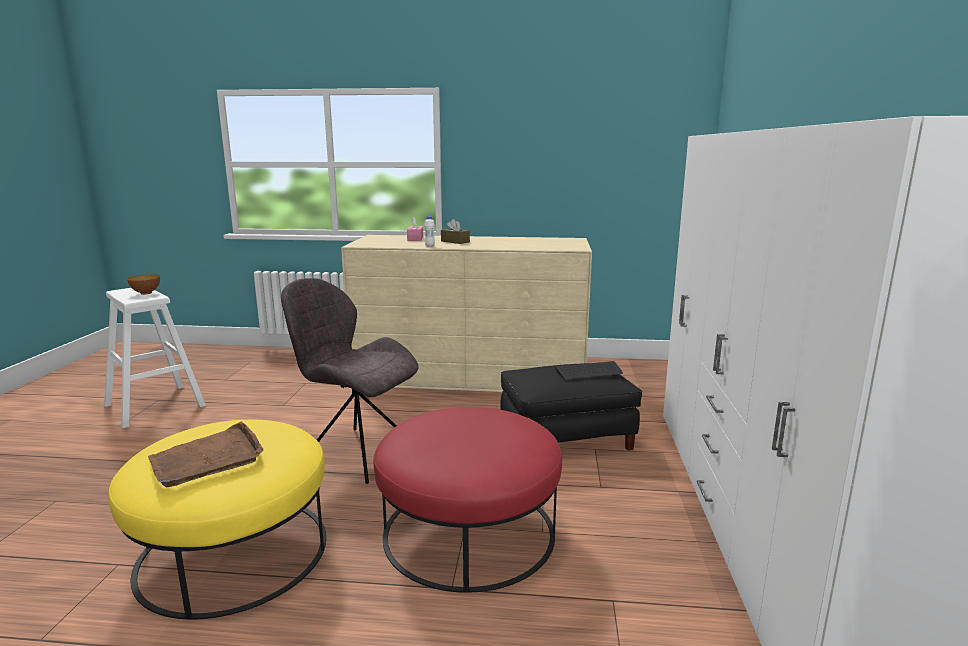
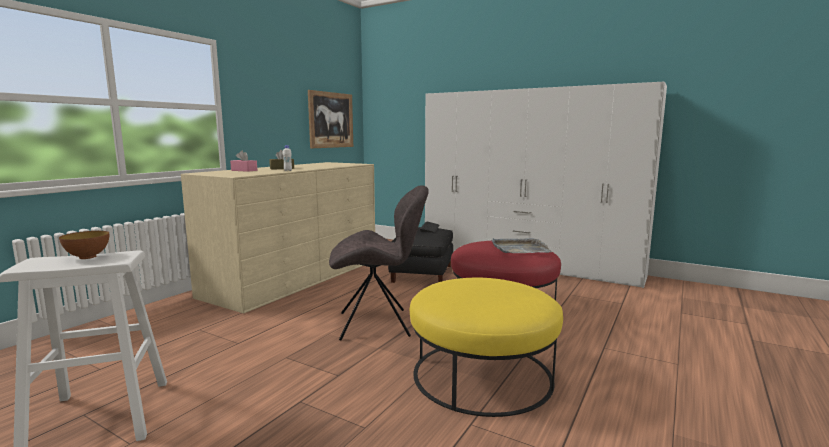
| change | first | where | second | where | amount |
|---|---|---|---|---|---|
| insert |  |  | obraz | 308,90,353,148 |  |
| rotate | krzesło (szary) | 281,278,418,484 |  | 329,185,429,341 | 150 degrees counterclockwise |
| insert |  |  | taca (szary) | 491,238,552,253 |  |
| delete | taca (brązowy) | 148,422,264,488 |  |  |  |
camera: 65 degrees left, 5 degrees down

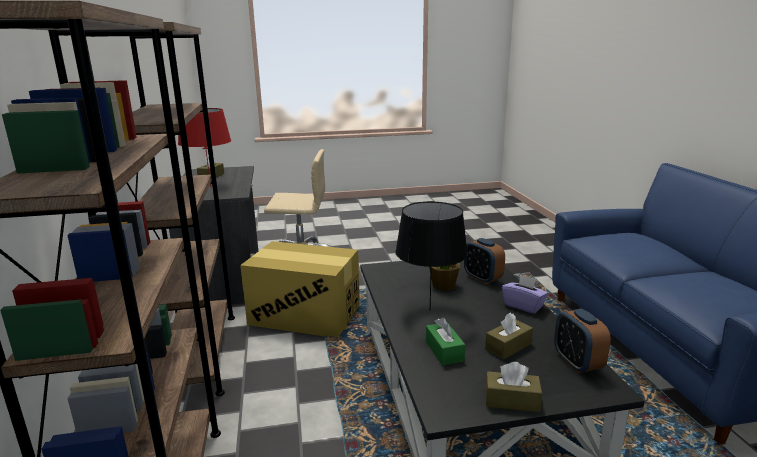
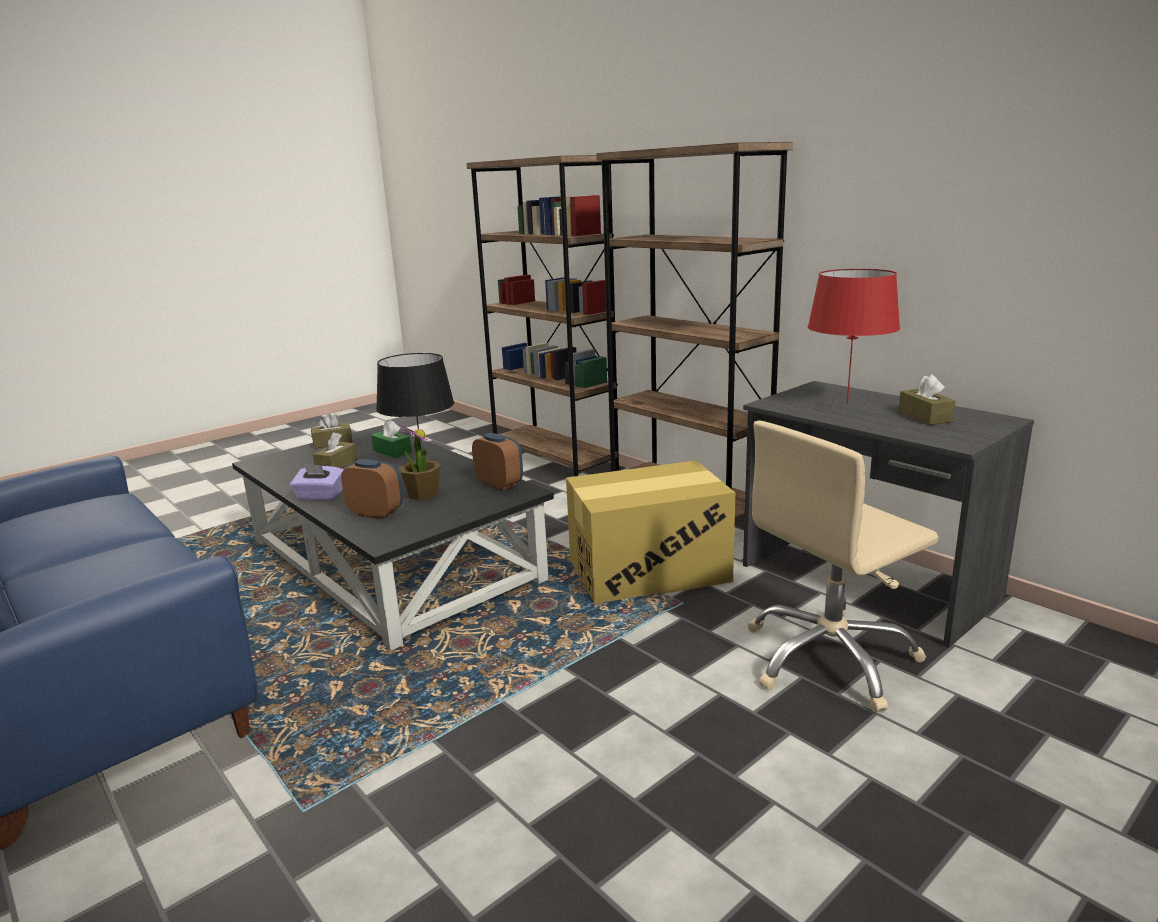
| change | first | where | second | where | amount |
|---|---|---|---|---|---|
| move | budzik | 554,309,611,373 |  | 472,433,523,490 |  |
camera: 150 degrees right, 0 degrees up

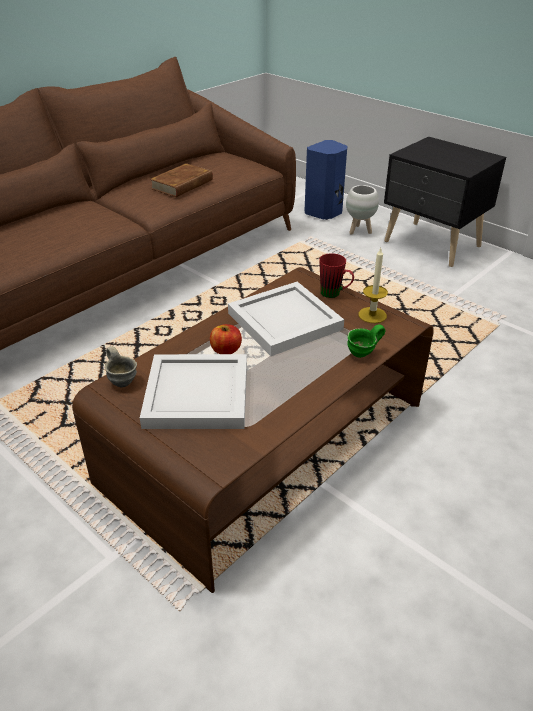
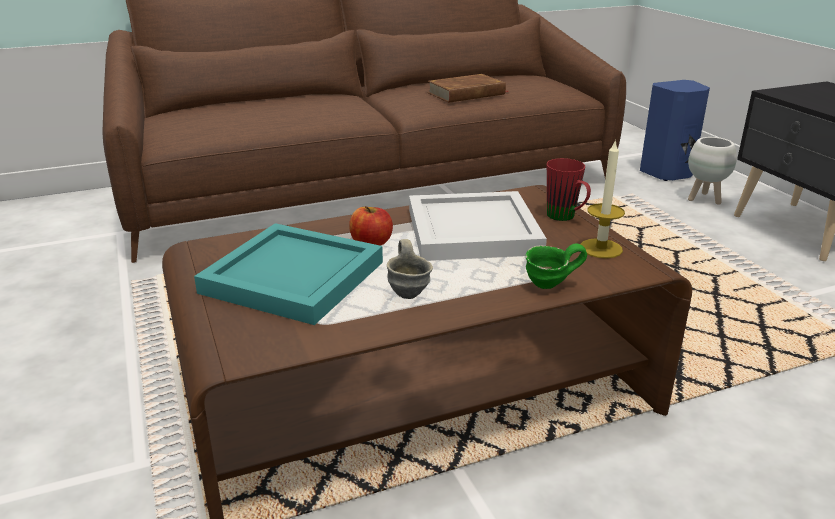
| change | first | where | second | where | amount |
|---|---|---|---|---|---|
| recolor | taca (biały) | 140,354,247,429 | taca (turkusowy) | 194,223,383,325 |  |
| move | kubek (szary) | 105,346,137,387 |  | 387,239,433,299 |  |
camera: 25 degrees right, 10 degrees down

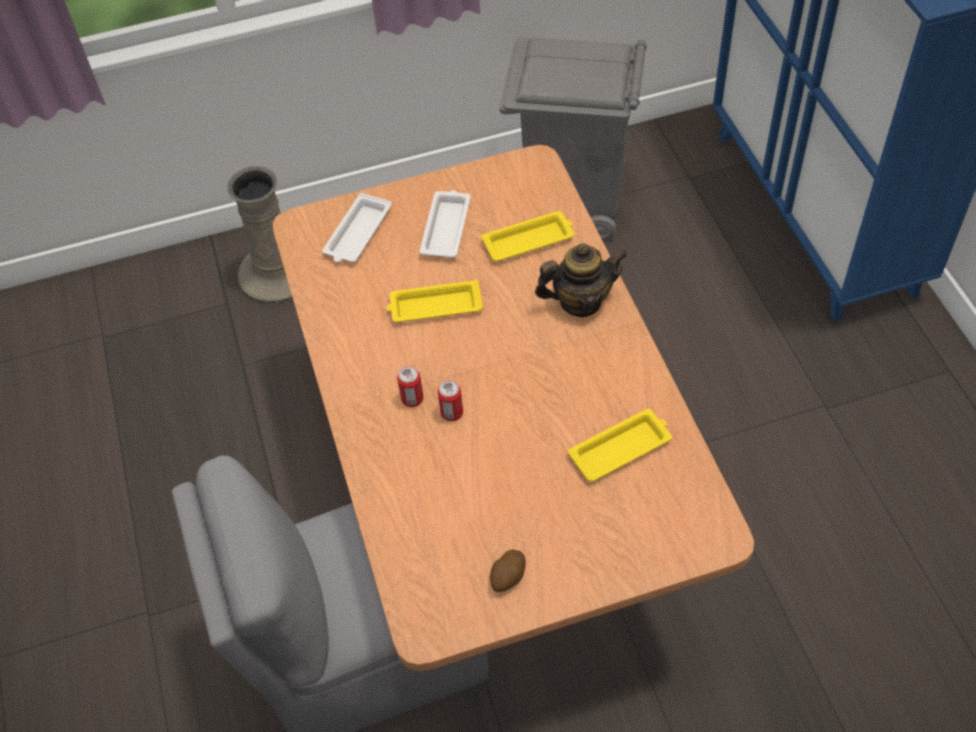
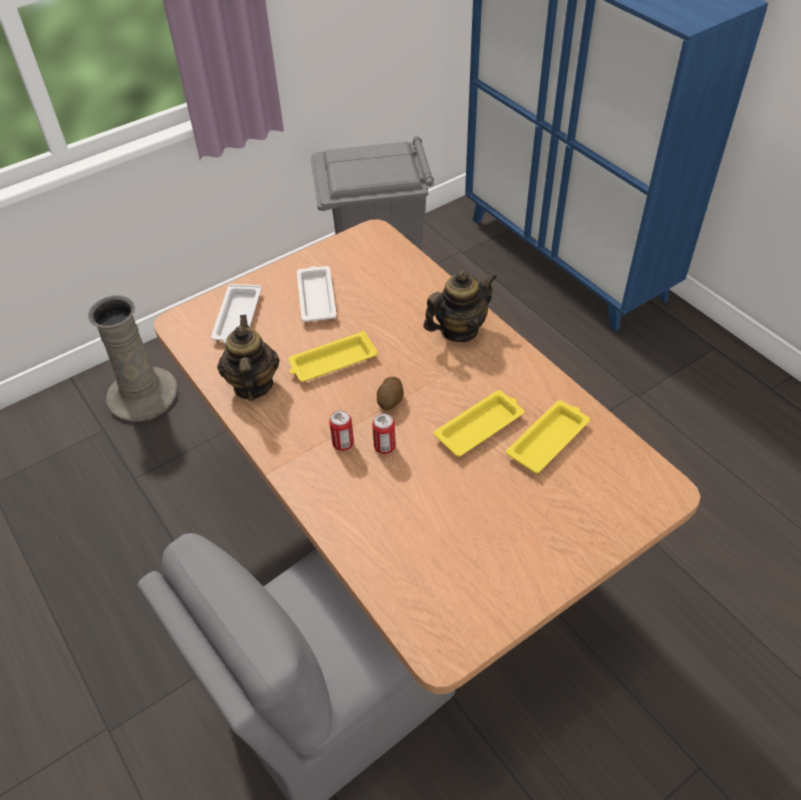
| change | first | where | second | where | amount |
|---|---|---|---|---|---|
| insert |  |  | imbryk | 217,315,280,401 |  |
| move | ziemniak | 490,550,526,592 |  | 377,377,404,410 |  |
| move | taca (żółty) | 481,211,574,261 |  | 434,390,524,457 |  |
camera: 20 degrees left, 5 degrees down

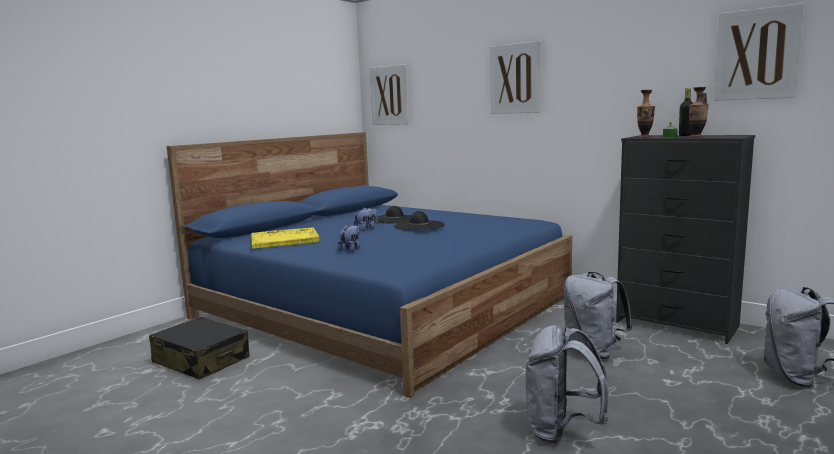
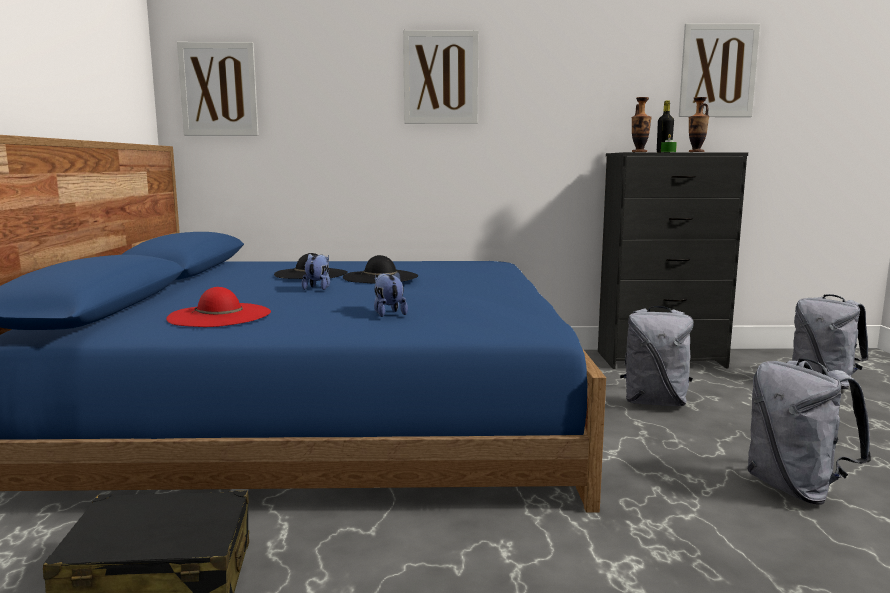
| change | first | where | second | where | amount |
|---|---|---|---|---|---|
| replace | taca (żółty) | 251,227,320,249 | kapelusz (czerwony) | 166,287,271,327 |  |
camera: 40 degrees left, 0 degrees up

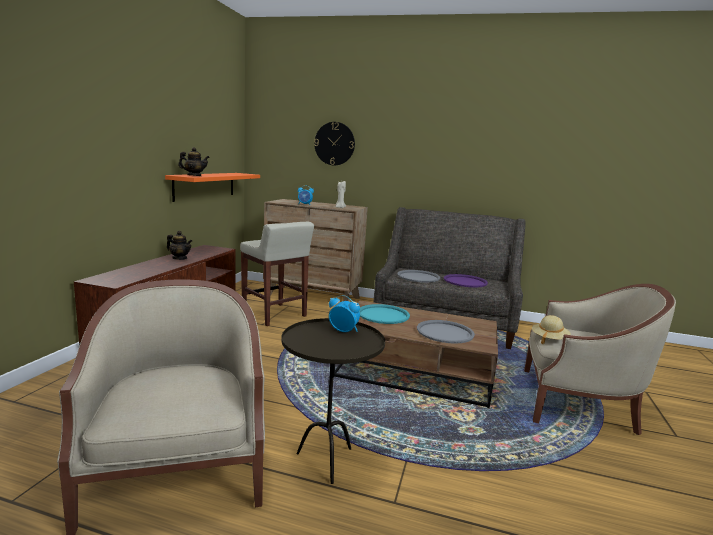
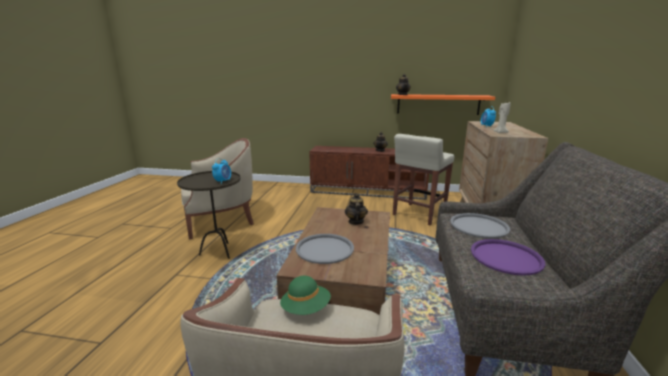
| change | first | where | second | where | amount |
|---|---|---|---|---|---|
| recolor | kapelusz (beżowy) | 532,315,571,344 | kapelusz (zielony) | 280,276,331,315 |  |
| replace | taca (turkusowy) | 359,304,410,324 | imbryk | 345,193,368,225 |  |
| delete | zegar ścienny | 314,122,355,166 |  |  |  |
camera: 85 degrees right, 5 degrees up

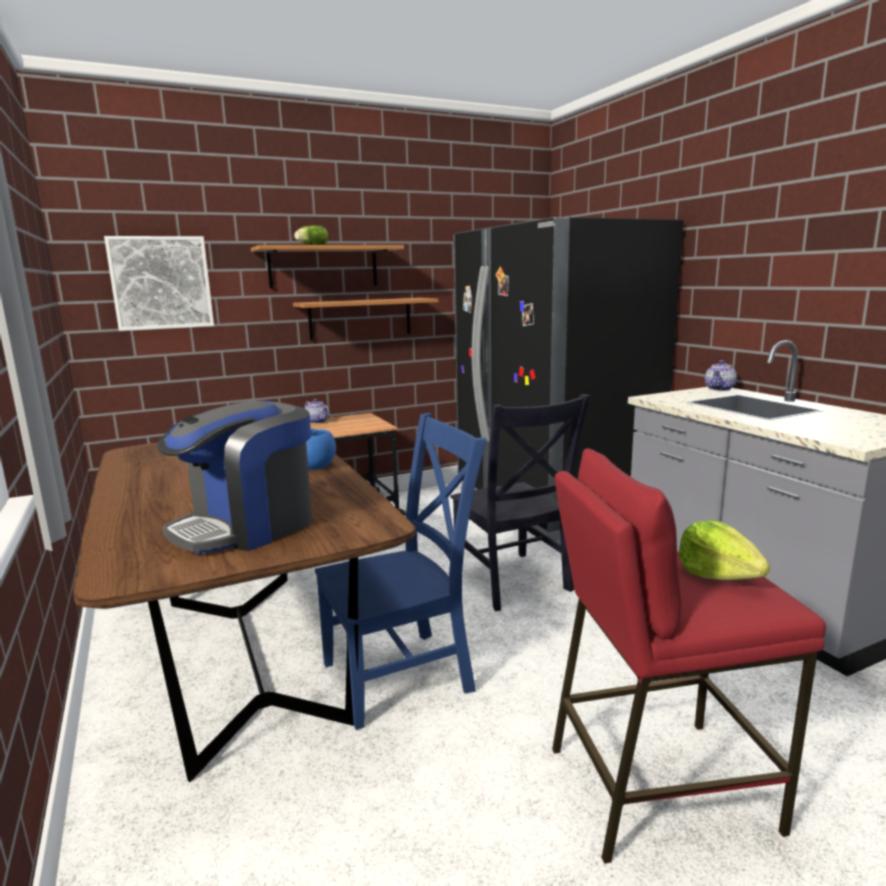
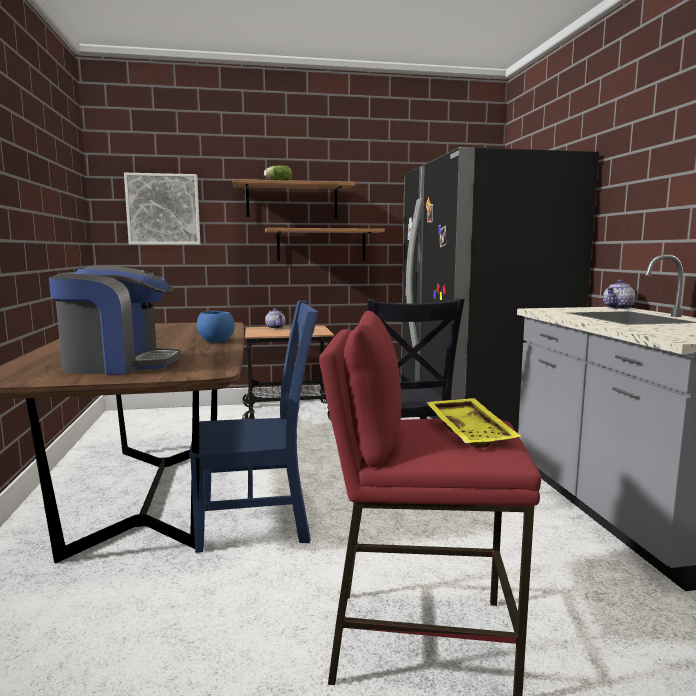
| change | first | where | second | where | amount |
|---|---|---|---|---|---|
| rotate | ekspres do kawy | 157,401,312,554 |  | 49,266,181,375 | 150 degrees counterclockwise |
| replace | sałata | 678,520,770,580 | taca (żółty) | 426,398,522,448 |  |
camera: 15 degrees right, 5 degrees down

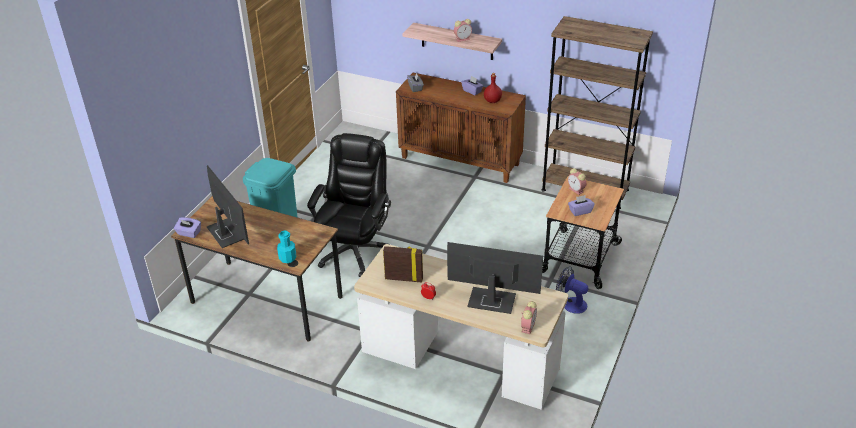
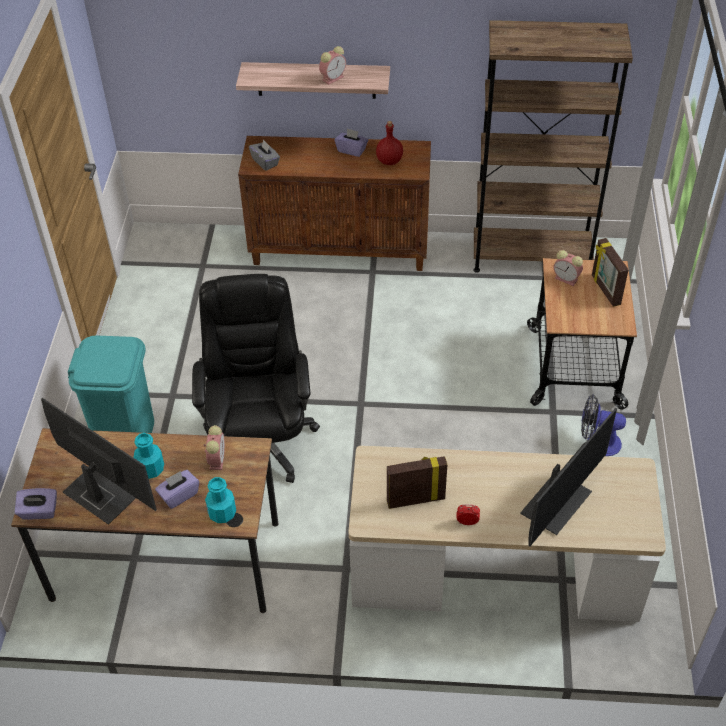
| change | first | where | second | where | amount |
|---|---|---|---|---|---|
| insert |  |  | butelka (turkusowy) | 133,433,164,479 |  |
| move | pudełko chusteczek (fioletowy) | 568,195,595,216 |  | 155,470,199,509 |  |
| move | budzik | 521,301,537,334 |  | 203,425,225,470 |  |
| rotate | monitor | 447,242,543,314 |  | 520,408,617,547 | 135 degrees clockwise |
| insert |  |  | ramka na zdjęcie | 592,238,629,307 |  |
camera: 20 degrees left, 10 degrees up

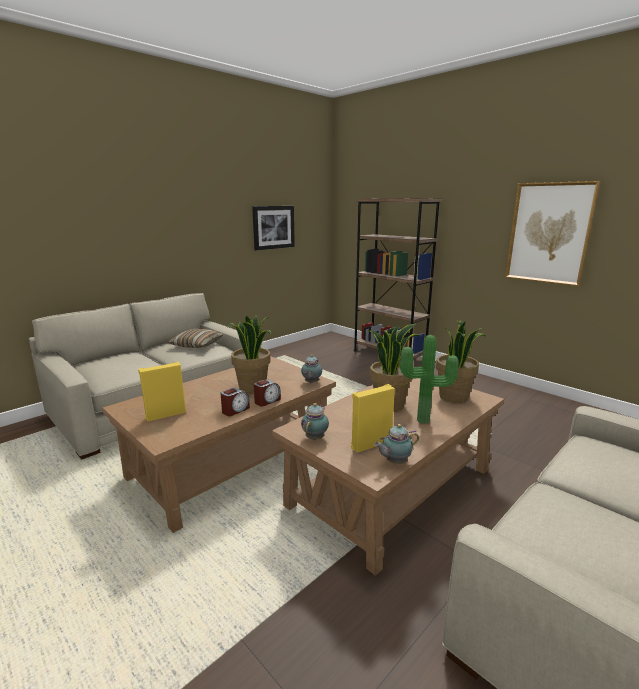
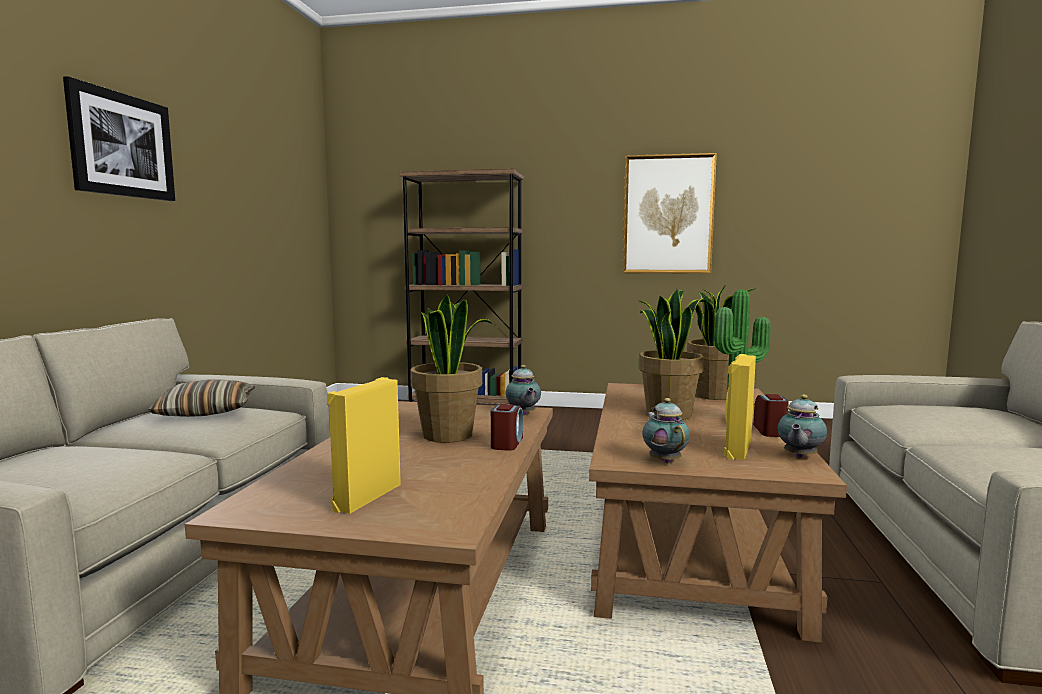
| change | first | where | second | where | amount |
|---|---|---|---|---|---|
| move | obraz | 252,206,295,250 |  | 63,76,175,201 |  |
| move | budzik | 221,388,250,416 |  | 753,394,789,437 |  |
camera: 35 degrees left, 10 degrees down

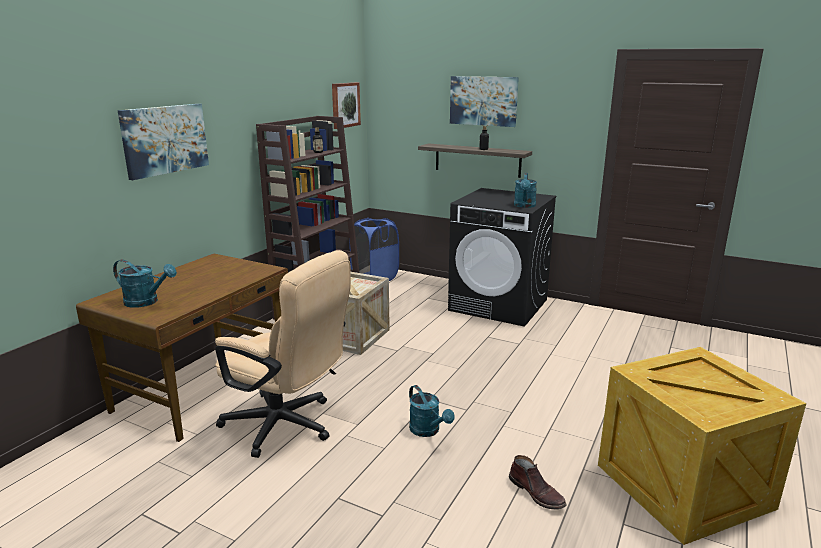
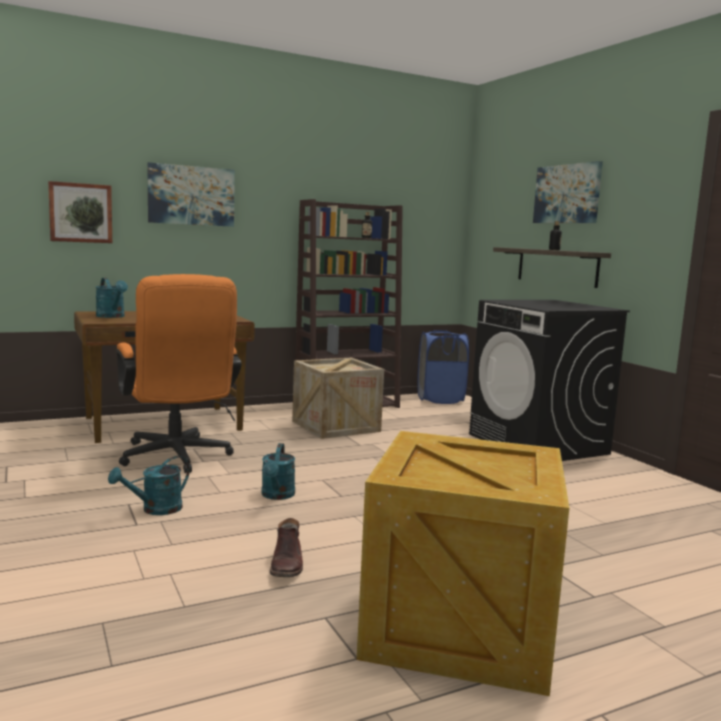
| change | first | where | second | where | amount |
|---|---|---|---|---|---|
| move | obraz | 332,82,361,129 |  | 48,181,112,243 |  |
| move | konewka (turkusowy) | 514,173,537,208 |  | 108,456,190,515 |  |
| recolor | krzesło biurowe (beżowy) | 215,250,351,458 | krzesło biurowe (pomarańczowy) | 117,274,241,473 |  |
camera: 35 degrees right, 10 degrees down

